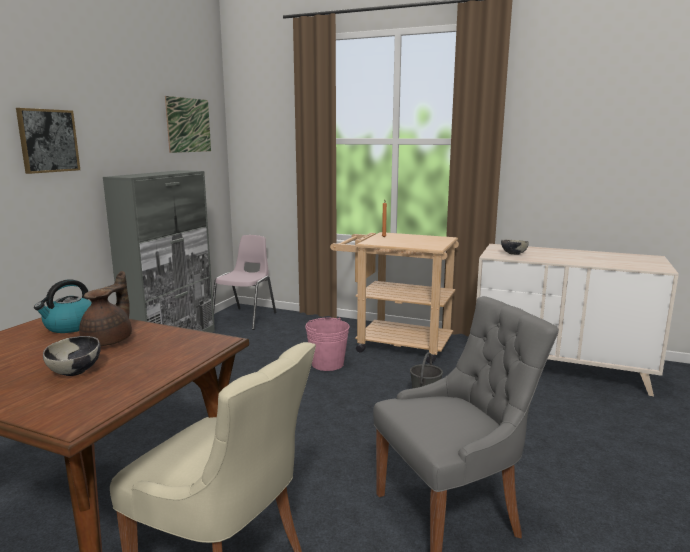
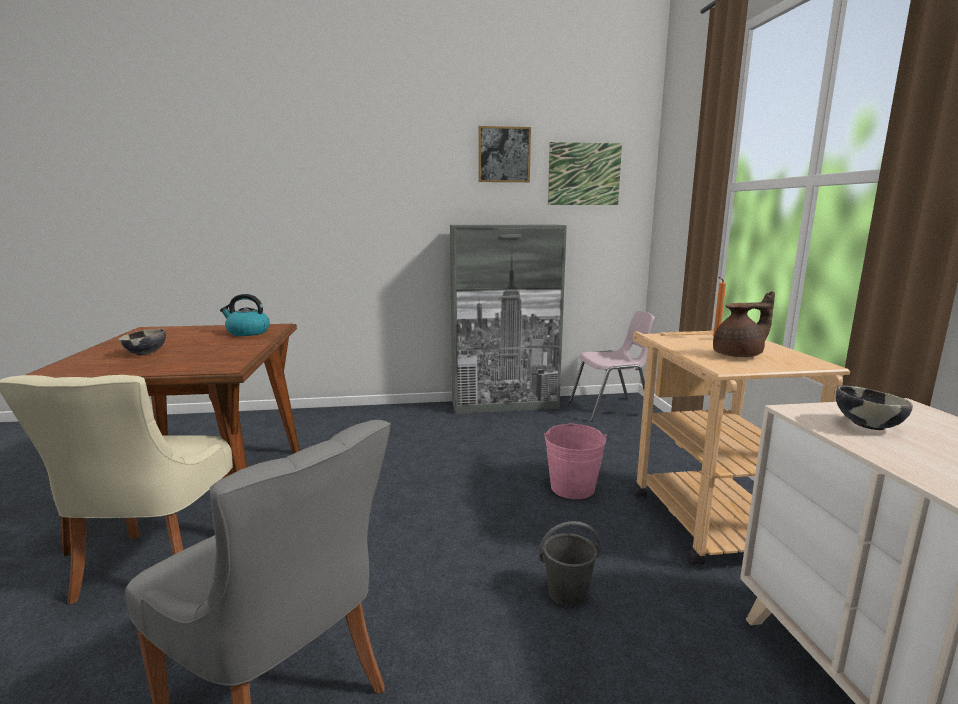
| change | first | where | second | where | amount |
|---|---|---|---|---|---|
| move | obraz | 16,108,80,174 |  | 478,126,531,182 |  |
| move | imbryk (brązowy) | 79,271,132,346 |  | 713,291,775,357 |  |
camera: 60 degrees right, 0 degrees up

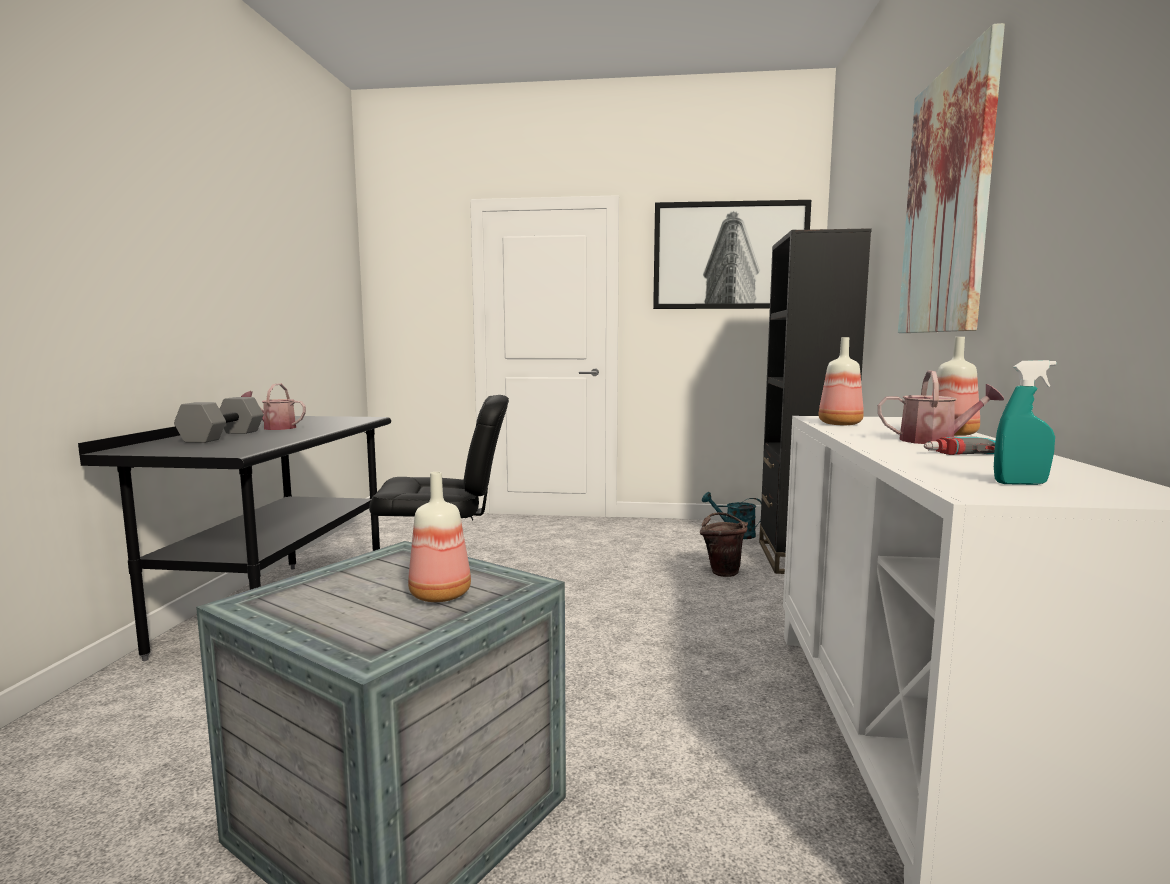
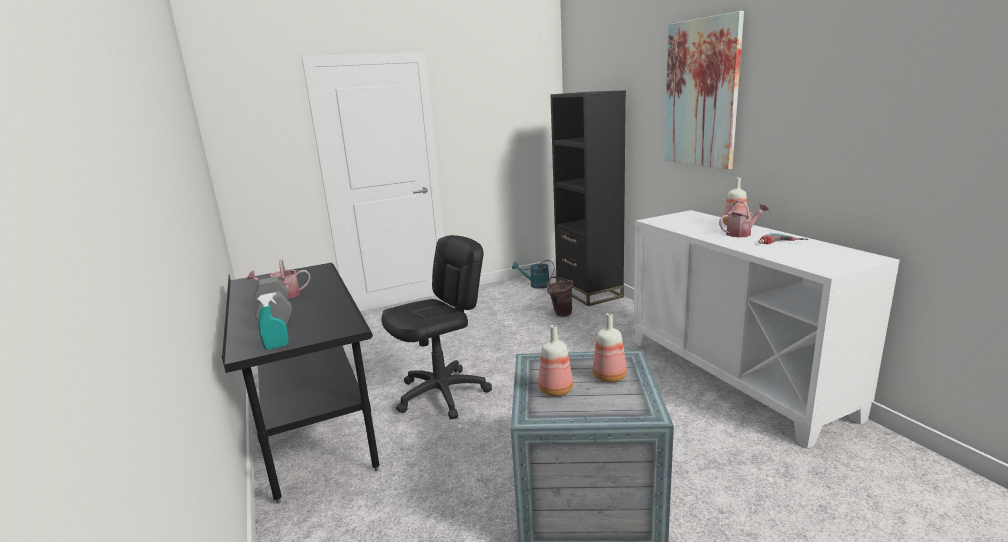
| change | first | where | second | where | amount |
|---|---|---|---|---|---|
| move | spryskiwacz (turkusowy) | 994,360,1057,485 |  | 257,293,288,350 |  |
| move | butelka | 819,337,864,425 |  | 538,325,573,397 |  |
| delete | obraz | 653,200,811,309 |  |  |  |
camera: 30 degrees left, 10 degrees up

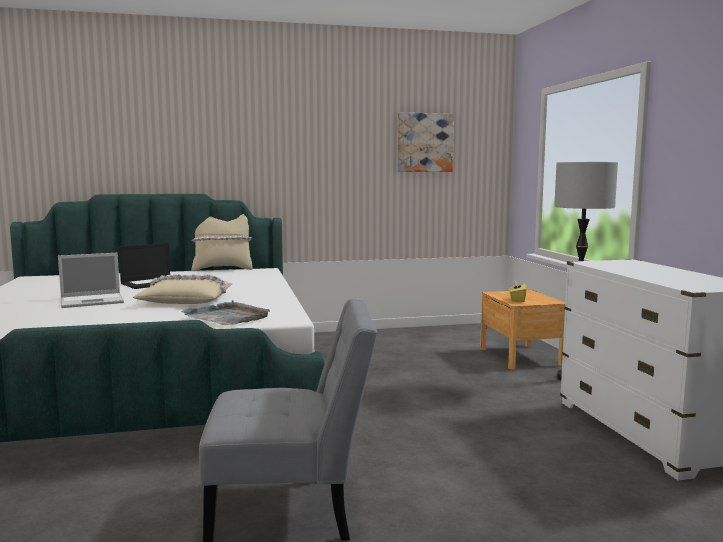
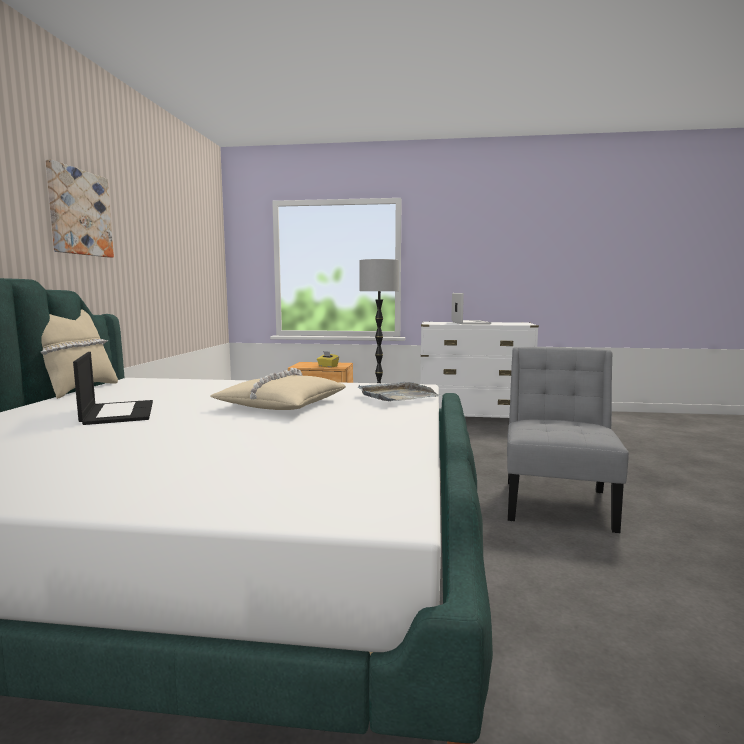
| change | first | where | second | where | amount |
|---|---|---|---|---|---|
| move | obraz | 398,113,454,172 |  | 45,159,114,258 |  |
| move | laptop | 58,253,124,308 |  | 451,293,491,325 |  |
camera: 70 degrees left, 0 degrees up

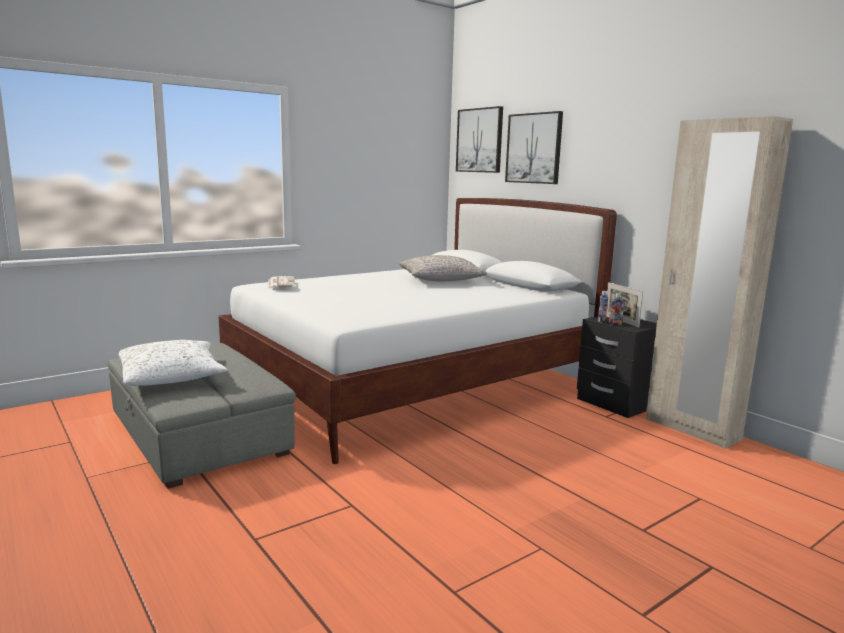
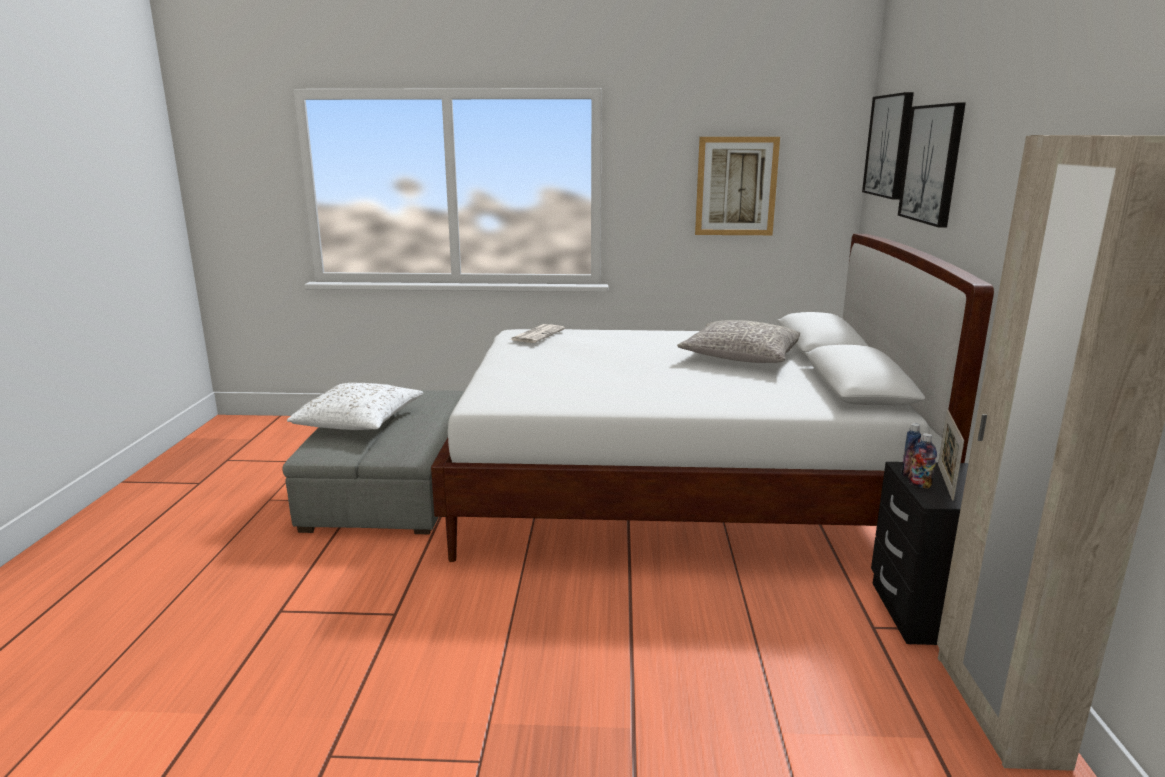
| change | first | where | second | where | amount |
|---|---|---|---|---|---|
| insert |  |  | obraz | 695,137,780,235 |  |
camera: 40 degrees right, 5 degrees up

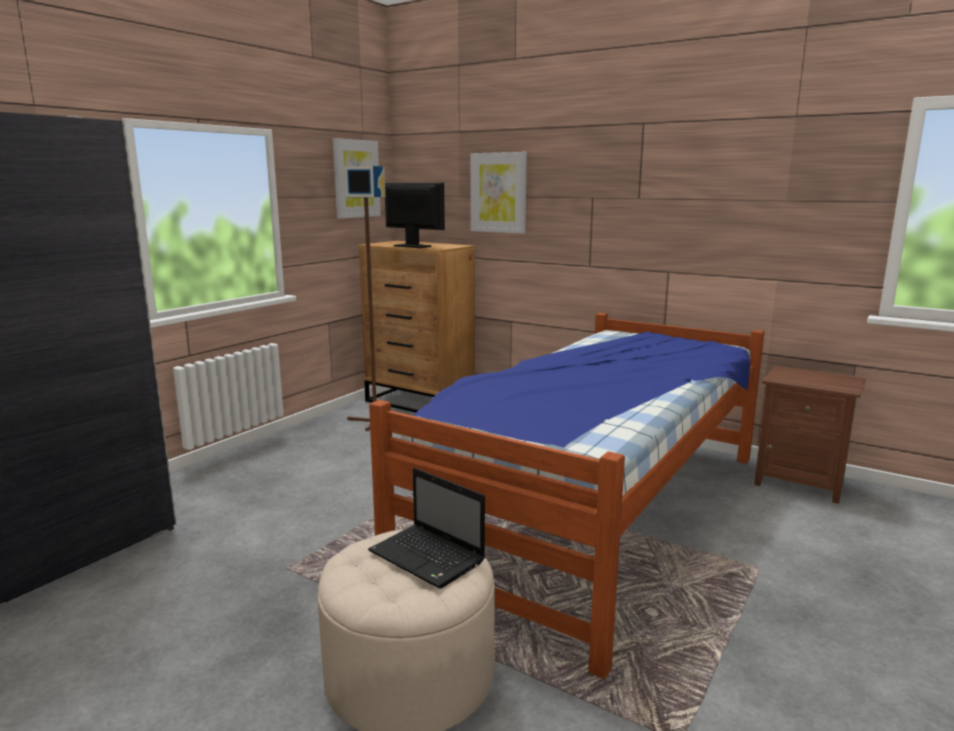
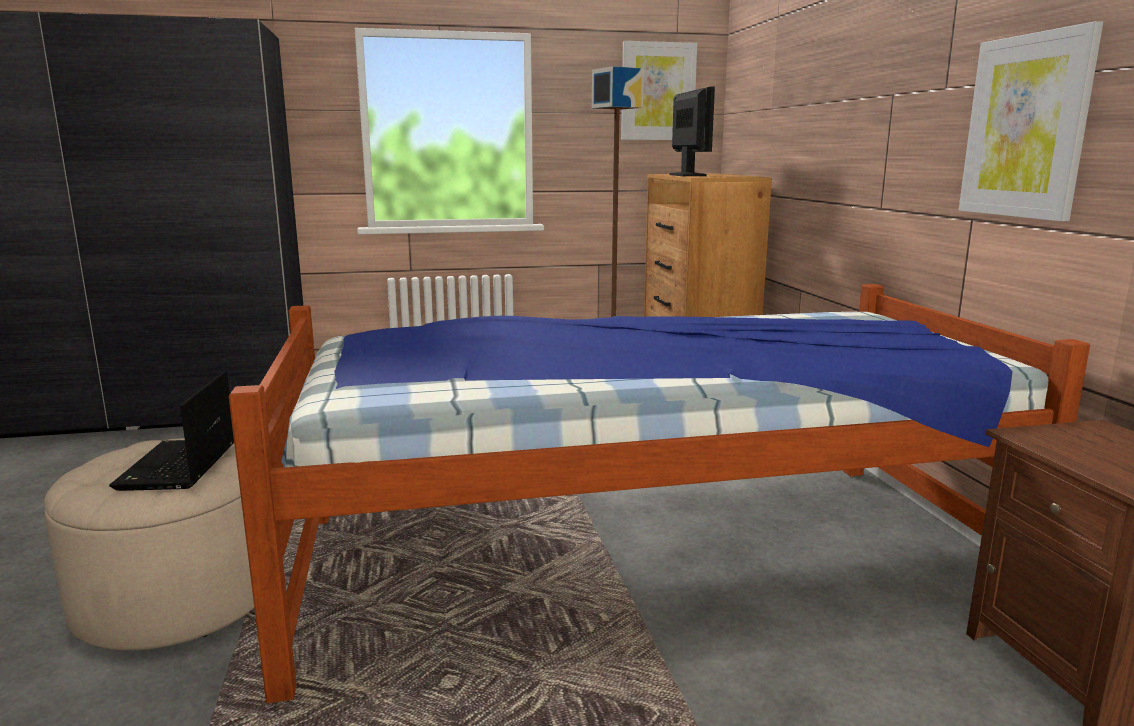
| change | first | where | second | where | amount |
|---|---|---|---|---|---|
| move | obraz | 471,152,527,234 |  | 959,21,1103,222 |  |
camera: 45 degrees right, 0 degrees up

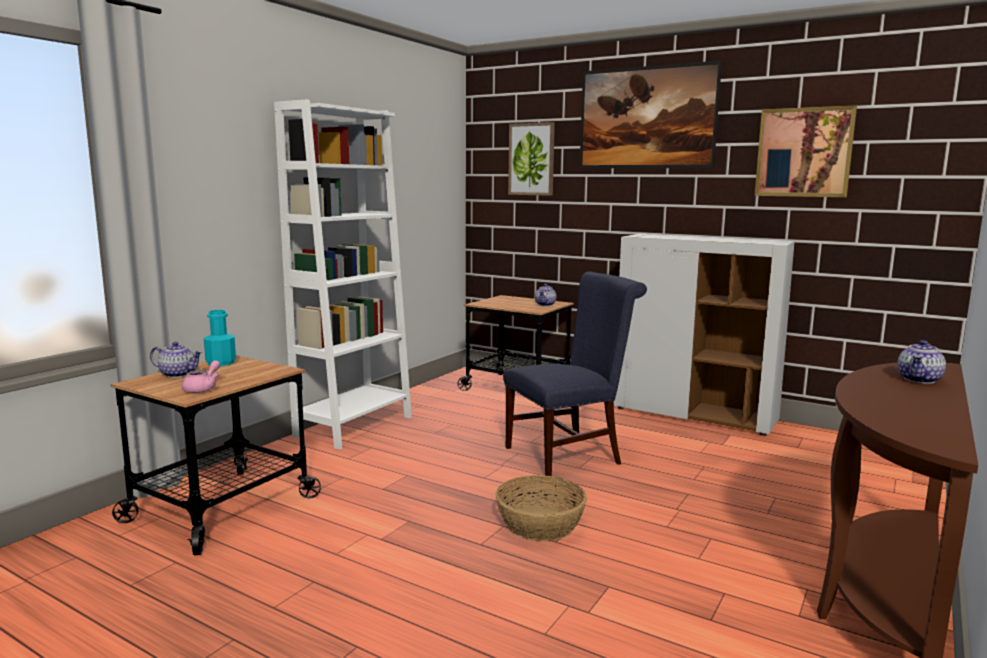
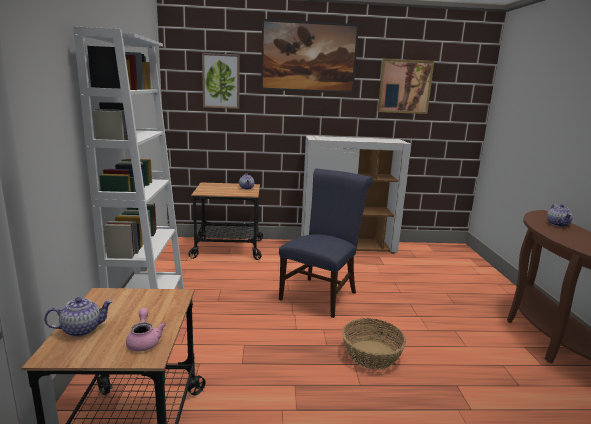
| change | first | where | second | where | amount |
|---|---|---|---|---|---|
| delete | butelka (turkusowy) | 204,310,236,366 |  |  |  |
camera: 35 degrees left, 5 degrees up

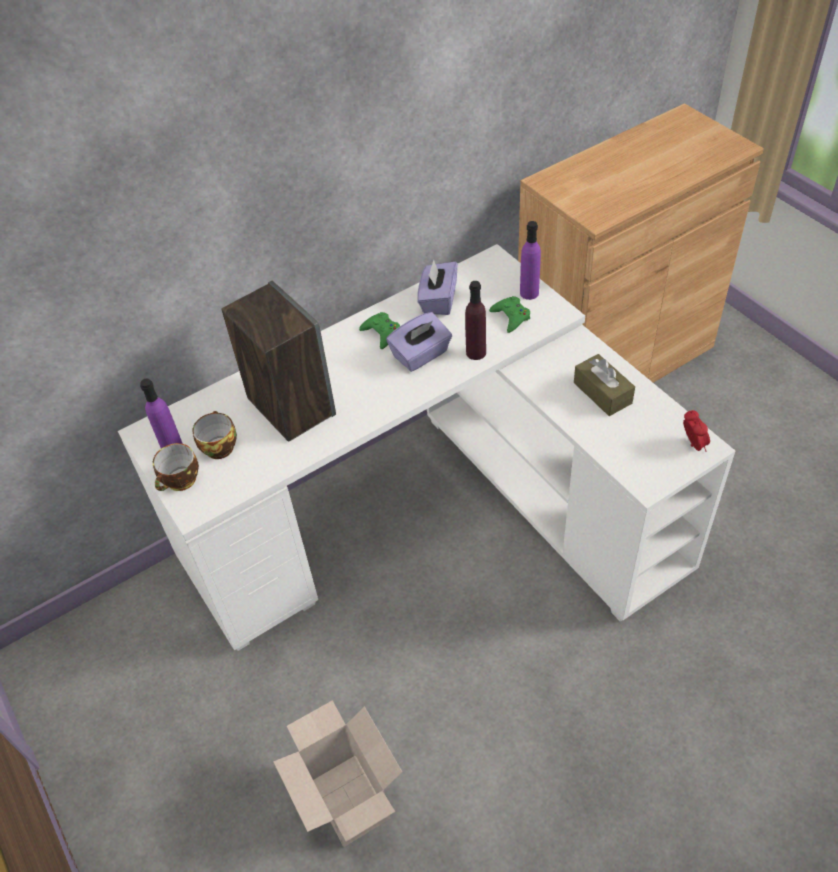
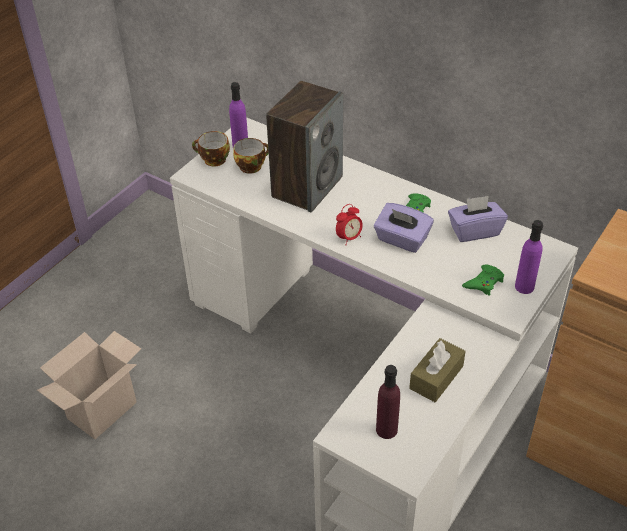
| change | first | where | second | where | amount |
|---|---|---|---|---|---|
| move | budzik | 683,410,710,452 |  | 336,204,363,245 |  |
| move | butelka (fioletowy) | 465,281,486,360 |  | 376,365,400,439 |  |
camera: 65 degrees right, 5 degrees down

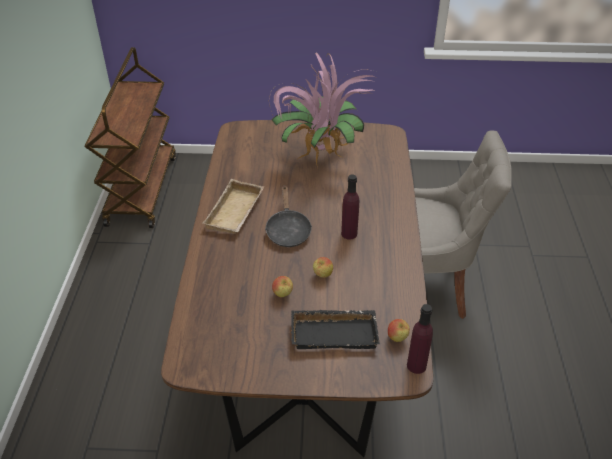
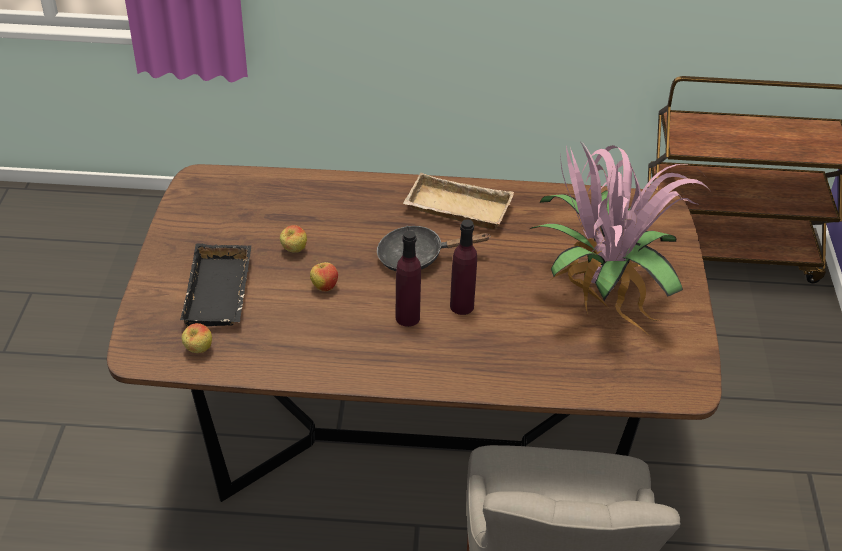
| change | first | where | second | where | amount |
|---|---|---|---|---|---|
| move | butelka (fioletowy) | 407,304,433,374 |  | 450,219,477,315 |  |
camera: 90 degrees right, 0 degrees up

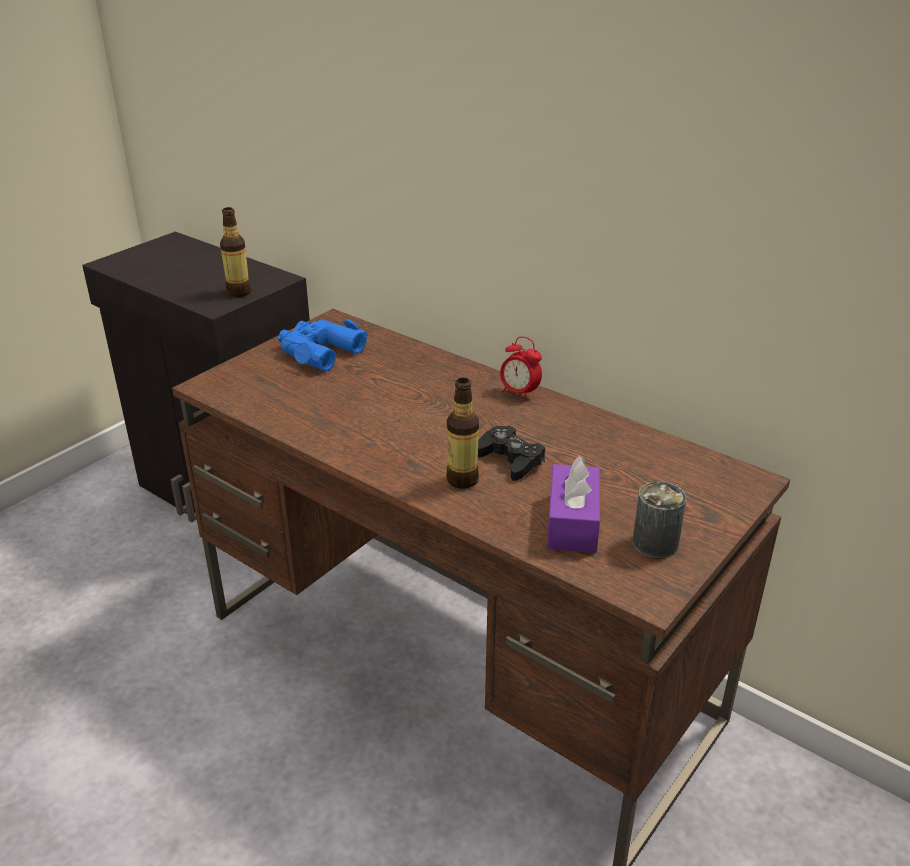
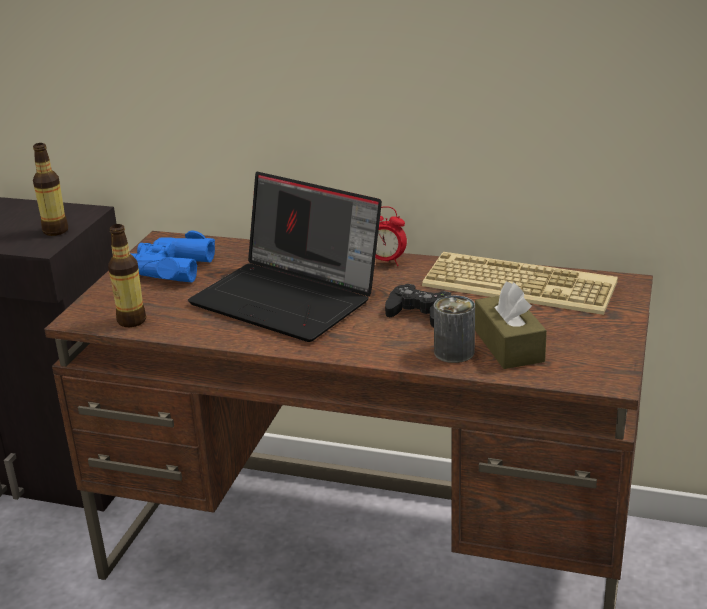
| change | first | where | second | where | amount |
|---|---|---|---|---|---|
| move | butelka | 446,378,479,489 |  | 108,224,146,327 |  |
| insert |  |  | laptop | 188,172,382,342 |  |
| insert |  |  | klawiatura | 422,252,618,315 |  |
| move | puszka | 633,481,686,559 |  | 434,295,475,363 |  |
| recolor | pudełko chusteczek (fioletowy) | 547,455,600,553 | pudełko chusteczek (brązowy) | 475,282,547,369 |  |
camera: 20 degrees left, 5 degrees down

